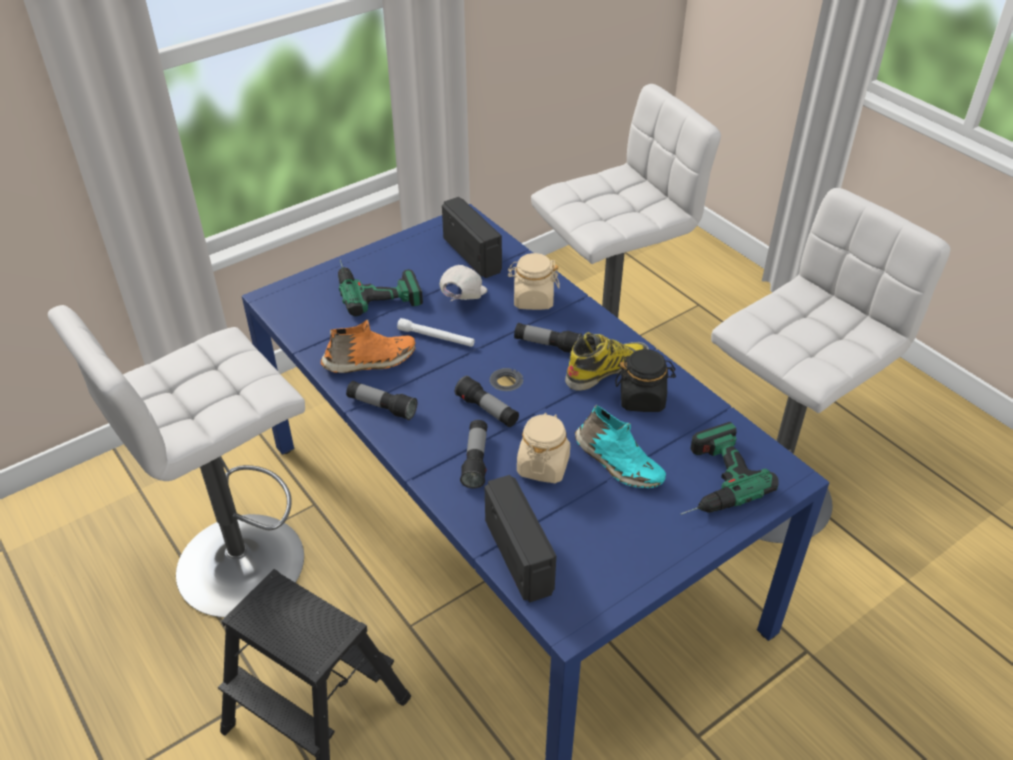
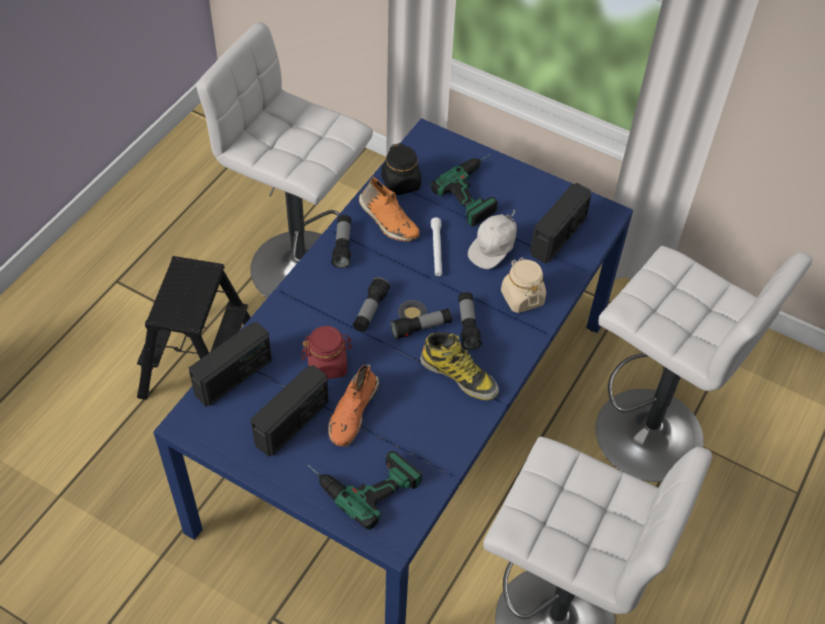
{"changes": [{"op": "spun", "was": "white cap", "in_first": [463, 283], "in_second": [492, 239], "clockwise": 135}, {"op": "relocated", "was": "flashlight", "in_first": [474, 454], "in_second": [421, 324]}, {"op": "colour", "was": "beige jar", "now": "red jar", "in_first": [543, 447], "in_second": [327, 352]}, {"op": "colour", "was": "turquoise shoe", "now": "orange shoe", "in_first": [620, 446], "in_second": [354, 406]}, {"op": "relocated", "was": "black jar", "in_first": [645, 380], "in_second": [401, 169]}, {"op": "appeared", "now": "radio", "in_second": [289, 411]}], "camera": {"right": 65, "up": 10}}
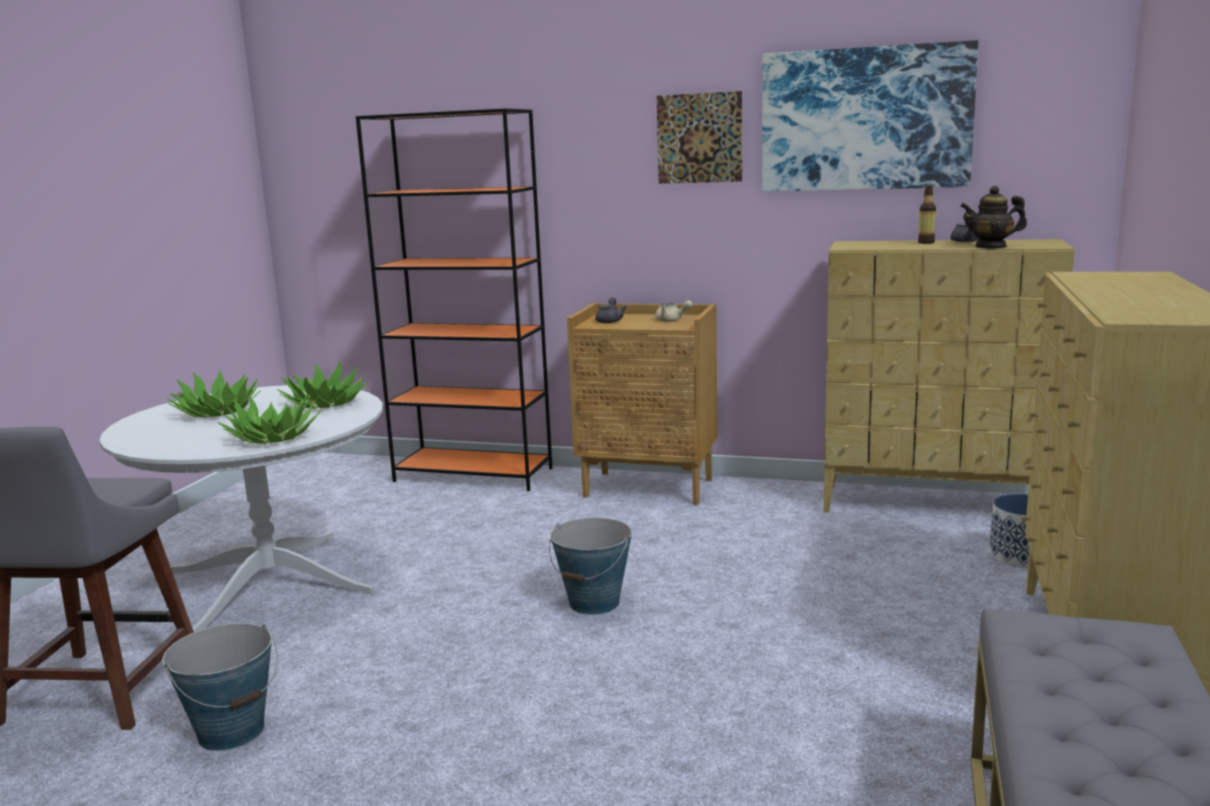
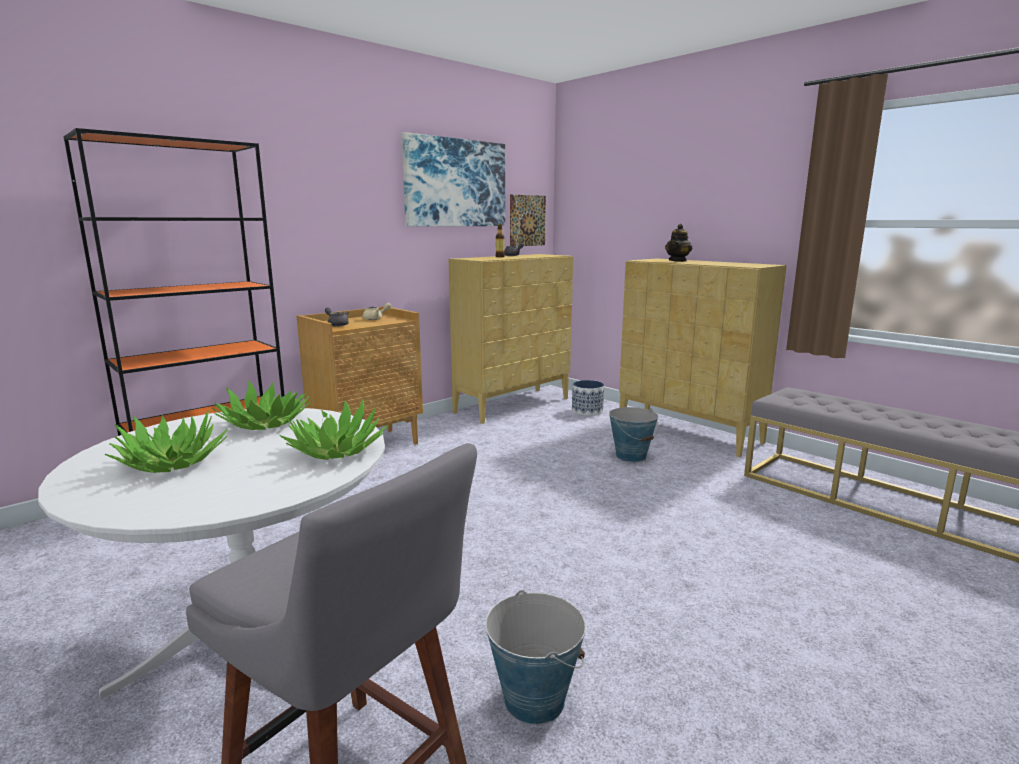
{"changes": [{"op": "relocated", "was": "bucket", "in_first": [590, 566], "in_second": [634, 434]}, {"op": "relocated", "was": "picture", "in_first": [699, 137], "in_second": [528, 220]}, {"op": "relocated", "was": "teapot", "in_first": [993, 217], "in_second": [678, 243]}], "camera": {"right": -60, "up": 0}}
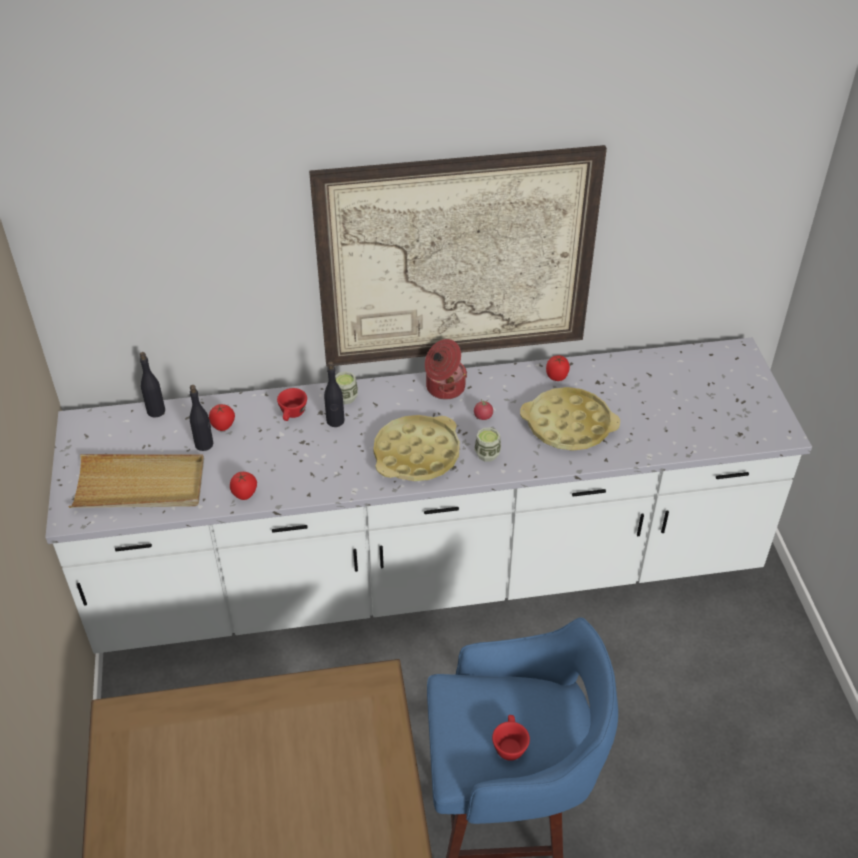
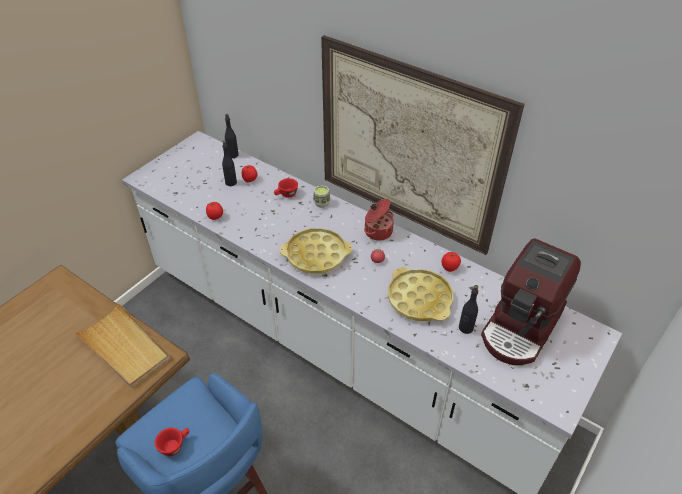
{"changes": [{"op": "relocated", "was": "beige tray", "in_first": [136, 481], "in_second": [122, 344]}, {"op": "relocated", "was": "black bottle", "in_first": [334, 394], "in_second": [468, 309]}, {"op": "missing", "was": "cup", "in_first": [487, 445]}, {"op": "appeared", "now": "coffee machine", "in_second": [531, 301]}], "camera": {"right": 45, "up": 0}}
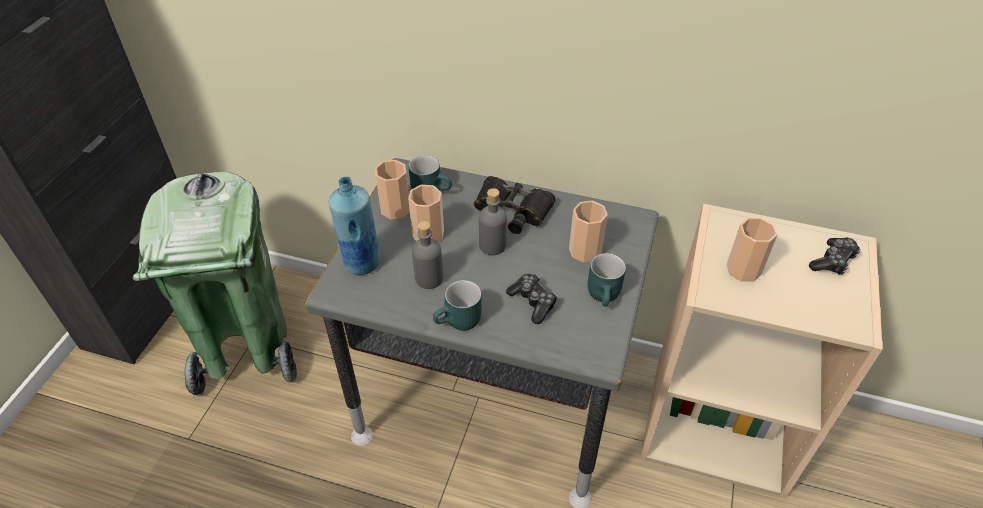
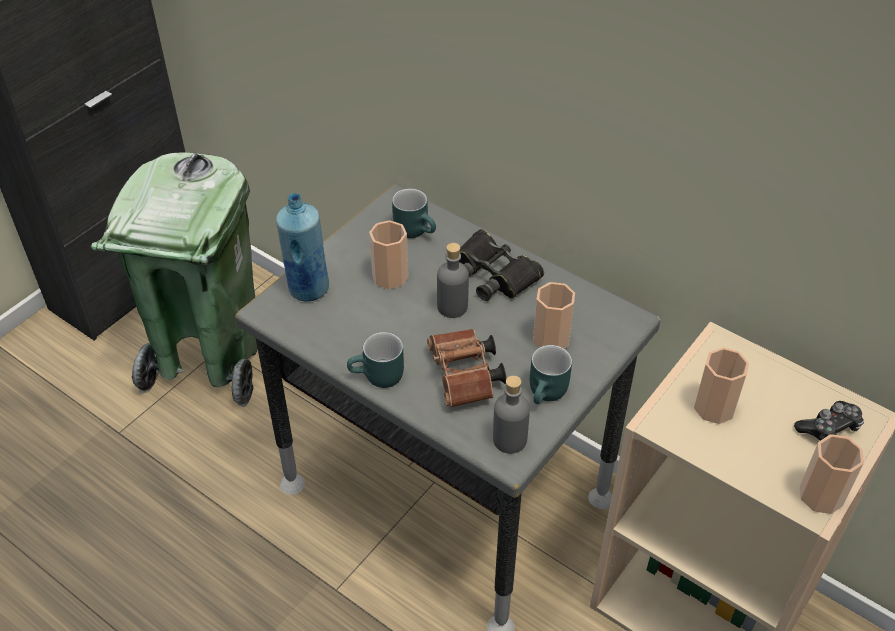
{"changes": [{"op": "relocated", "was": "cup", "in_first": [392, 189], "in_second": [832, 474]}, {"op": "relocated", "was": "grey bottle", "in_first": [427, 255], "in_second": [511, 414]}, {"op": "exchanged", "was": "game controller", "now": "brown binoculars", "in_first": [531, 299], "in_second": [466, 368]}], "camera": {"right": 20, "up": 0}}
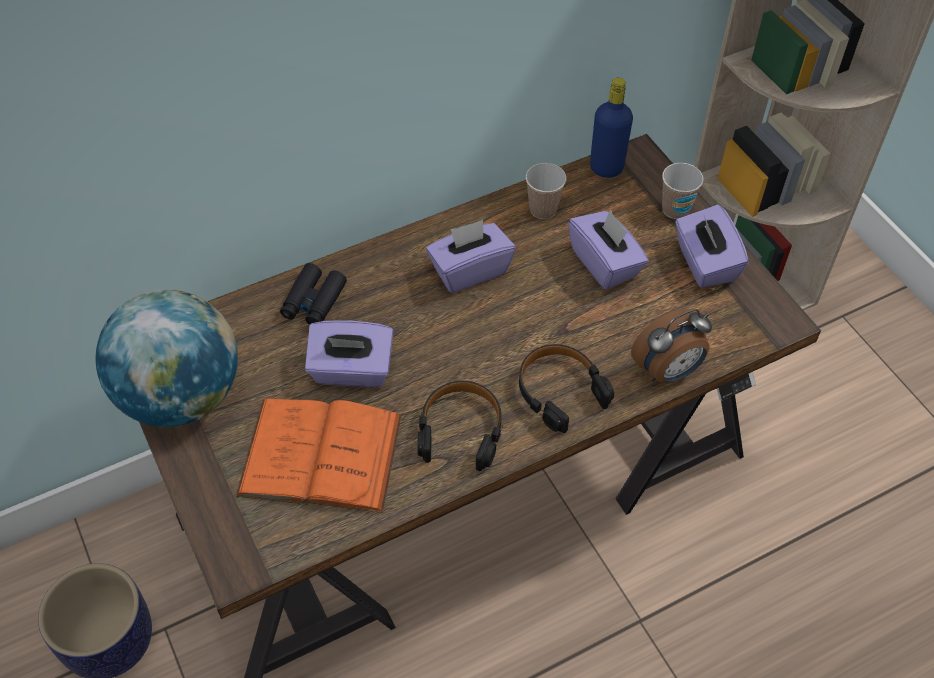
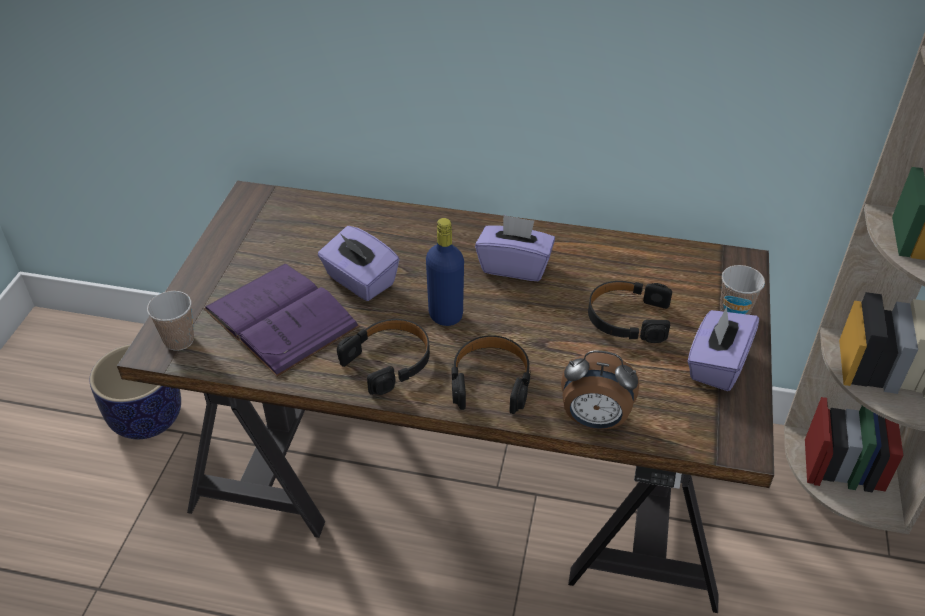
{"changes": [{"op": "missing", "was": "globe", "in_first": [166, 358]}, {"op": "colour", "was": "orange book", "now": "purple book", "in_first": [319, 455], "in_second": [281, 320]}, {"op": "missing", "was": "black binoculars", "in_first": [313, 294]}, {"op": "relocated", "was": "cup", "in_first": [546, 191], "in_second": [170, 321]}, {"op": "exchanged", "was": "purple tissue box", "now": "black headphones", "in_first": [608, 249], "in_second": [630, 312]}, {"op": "relocated", "was": "blue bottle", "in_first": [611, 128], "in_second": [445, 272]}], "camera": {"right": 40, "up": -10}}
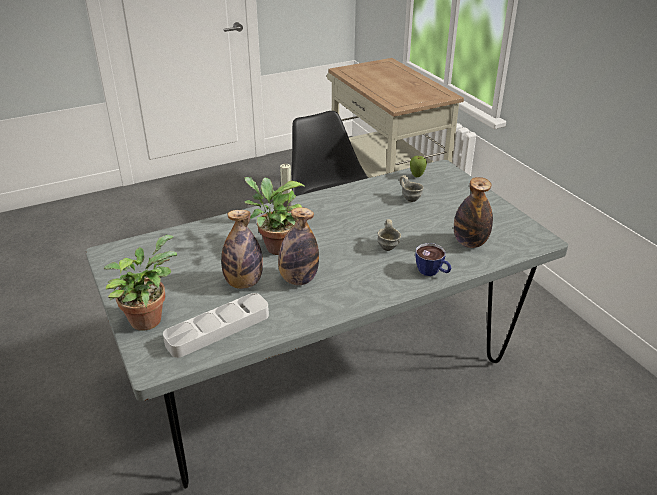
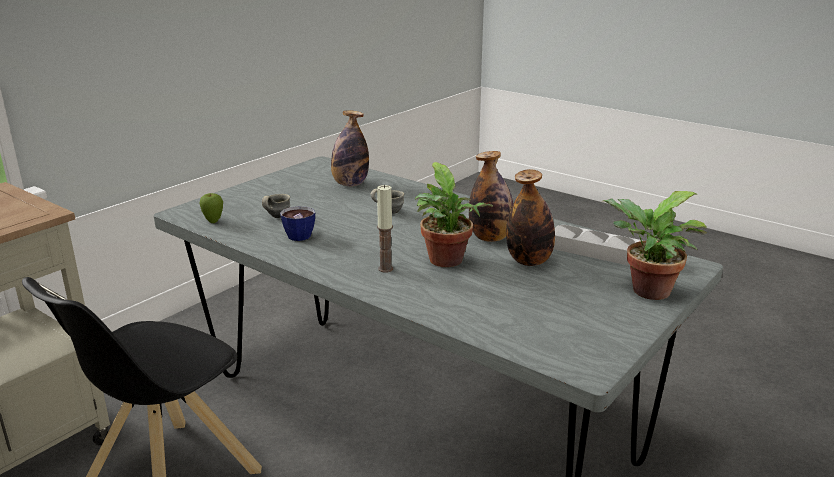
{"changes": [{"op": "relocated", "was": "cup", "in_first": [433, 259], "in_second": [297, 223]}], "camera": {"right": -115, "up": -10}}
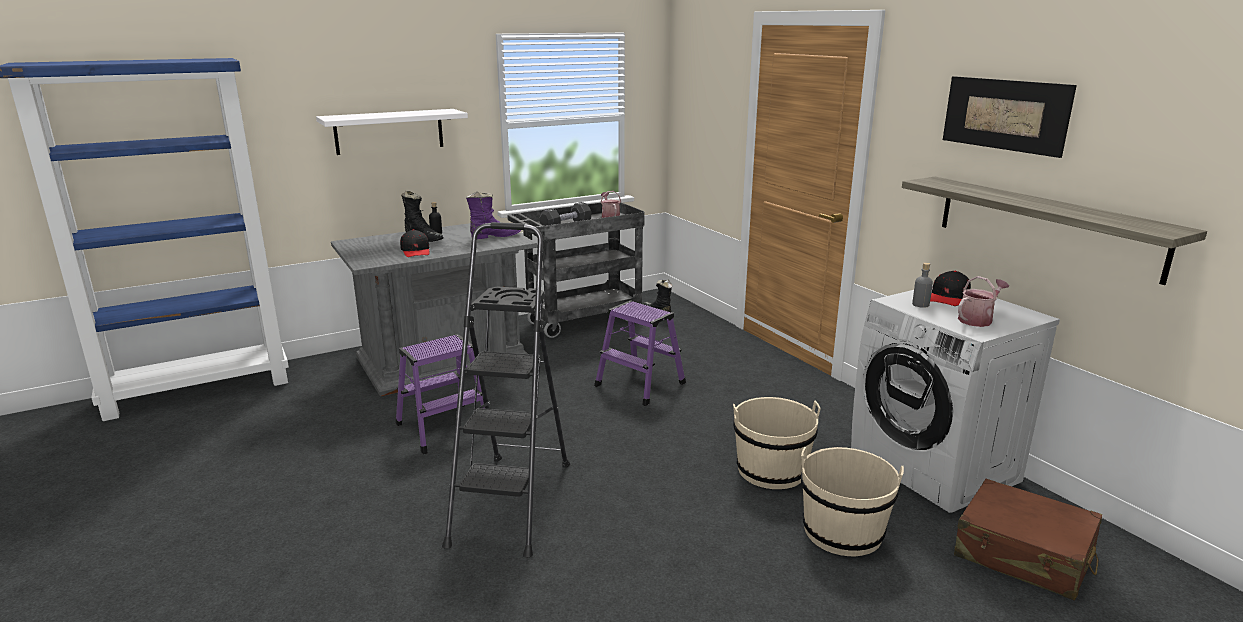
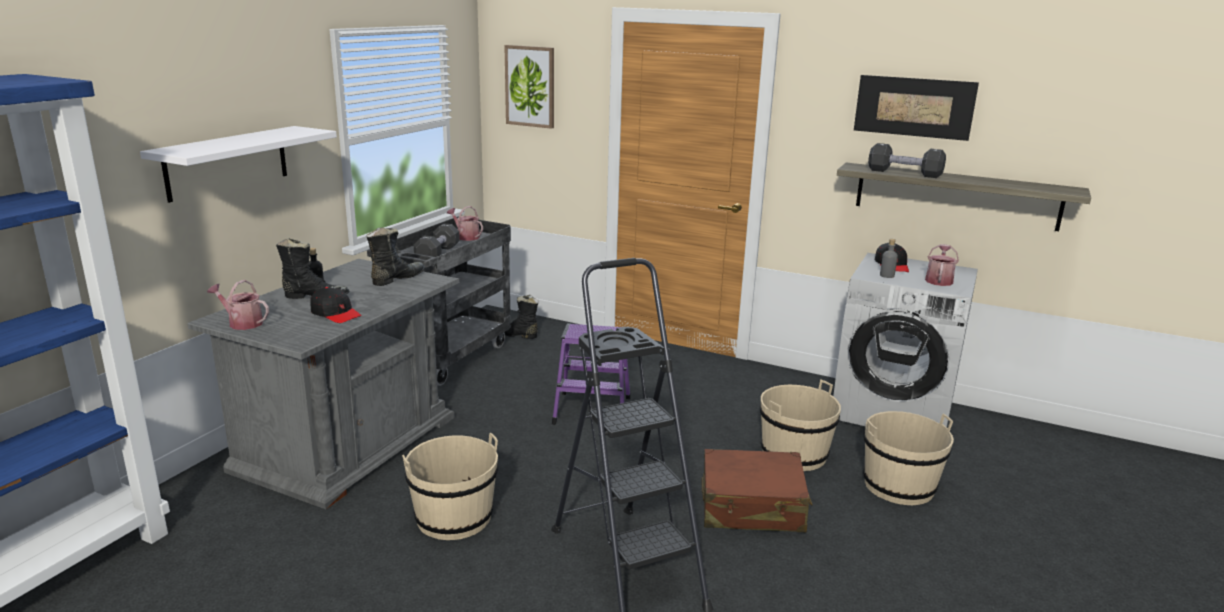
{"changes": [{"op": "exchanged", "was": "purple step ladder", "now": "beige bucket", "in_first": [440, 394], "in_second": [450, 486]}, {"op": "colour", "was": "purple boot", "now": "black boot", "in_first": [493, 215], "in_second": [395, 256]}, {"op": "relocated", "was": "brown suitcase", "in_first": [1028, 540], "in_second": [757, 490]}, {"op": "appeared", "now": "watering can", "in_second": [238, 305]}, {"op": "appeared", "now": "picture", "in_second": [529, 87]}, {"op": "appeared", "now": "black dumbbell", "in_second": [907, 160]}], "camera": {"right": -35, "up": 0}}
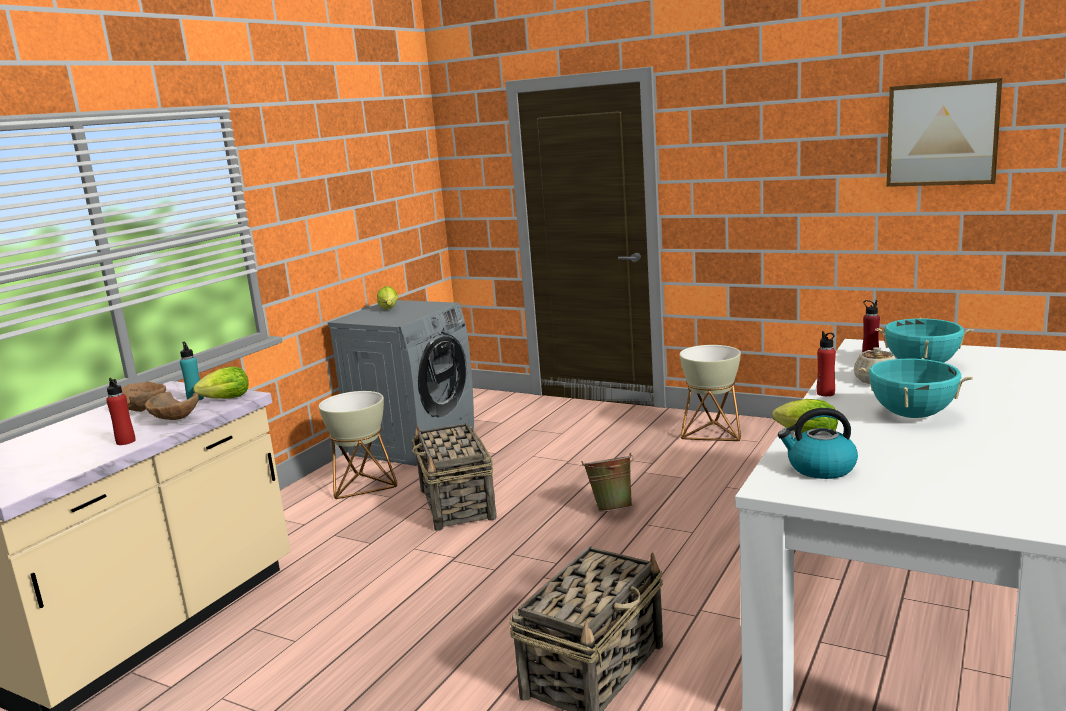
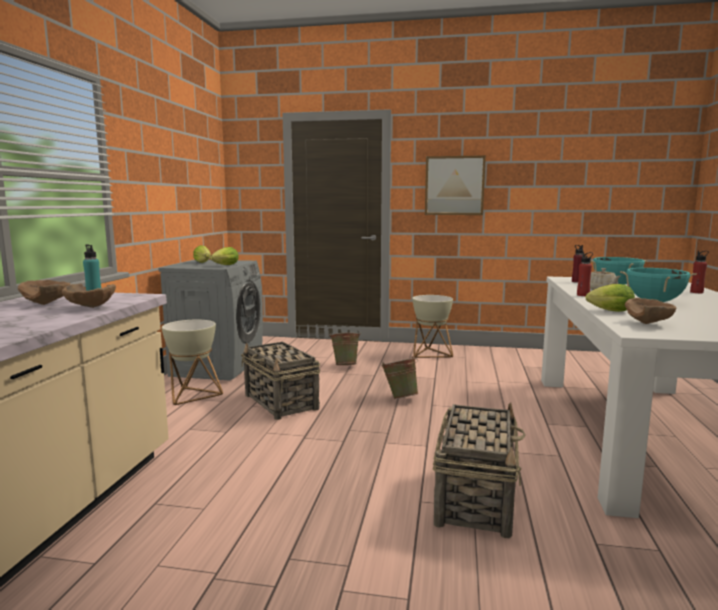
{"changes": [{"op": "relocated", "was": "red bottle", "in_first": [121, 411], "in_second": [699, 272]}, {"op": "relocated", "was": "lettuce", "in_first": [220, 382], "in_second": [224, 256]}, {"op": "exchanged", "was": "kettle", "now": "brown bowl", "in_first": [818, 443], "in_second": [650, 311]}, {"op": "relocated", "was": "picture", "in_first": [944, 132], "in_second": [455, 185]}, {"op": "appeared", "now": "green bucket", "in_second": [345, 349]}], "camera": {"right": -20, "up": -5}}
